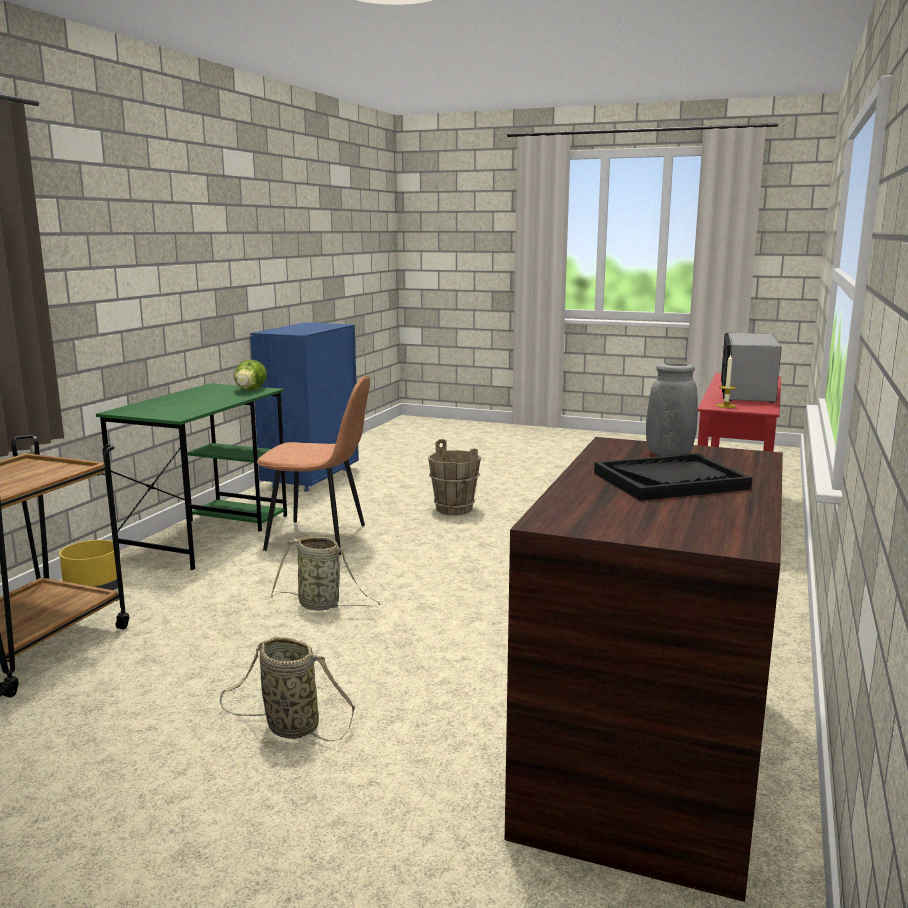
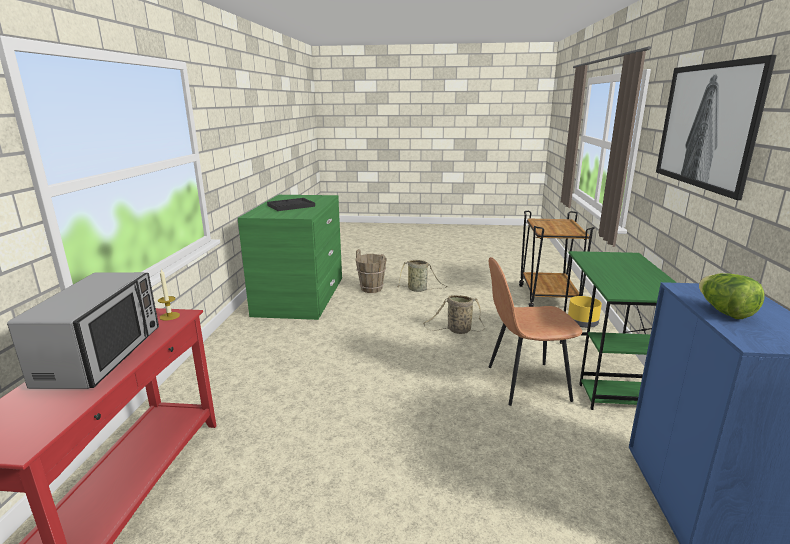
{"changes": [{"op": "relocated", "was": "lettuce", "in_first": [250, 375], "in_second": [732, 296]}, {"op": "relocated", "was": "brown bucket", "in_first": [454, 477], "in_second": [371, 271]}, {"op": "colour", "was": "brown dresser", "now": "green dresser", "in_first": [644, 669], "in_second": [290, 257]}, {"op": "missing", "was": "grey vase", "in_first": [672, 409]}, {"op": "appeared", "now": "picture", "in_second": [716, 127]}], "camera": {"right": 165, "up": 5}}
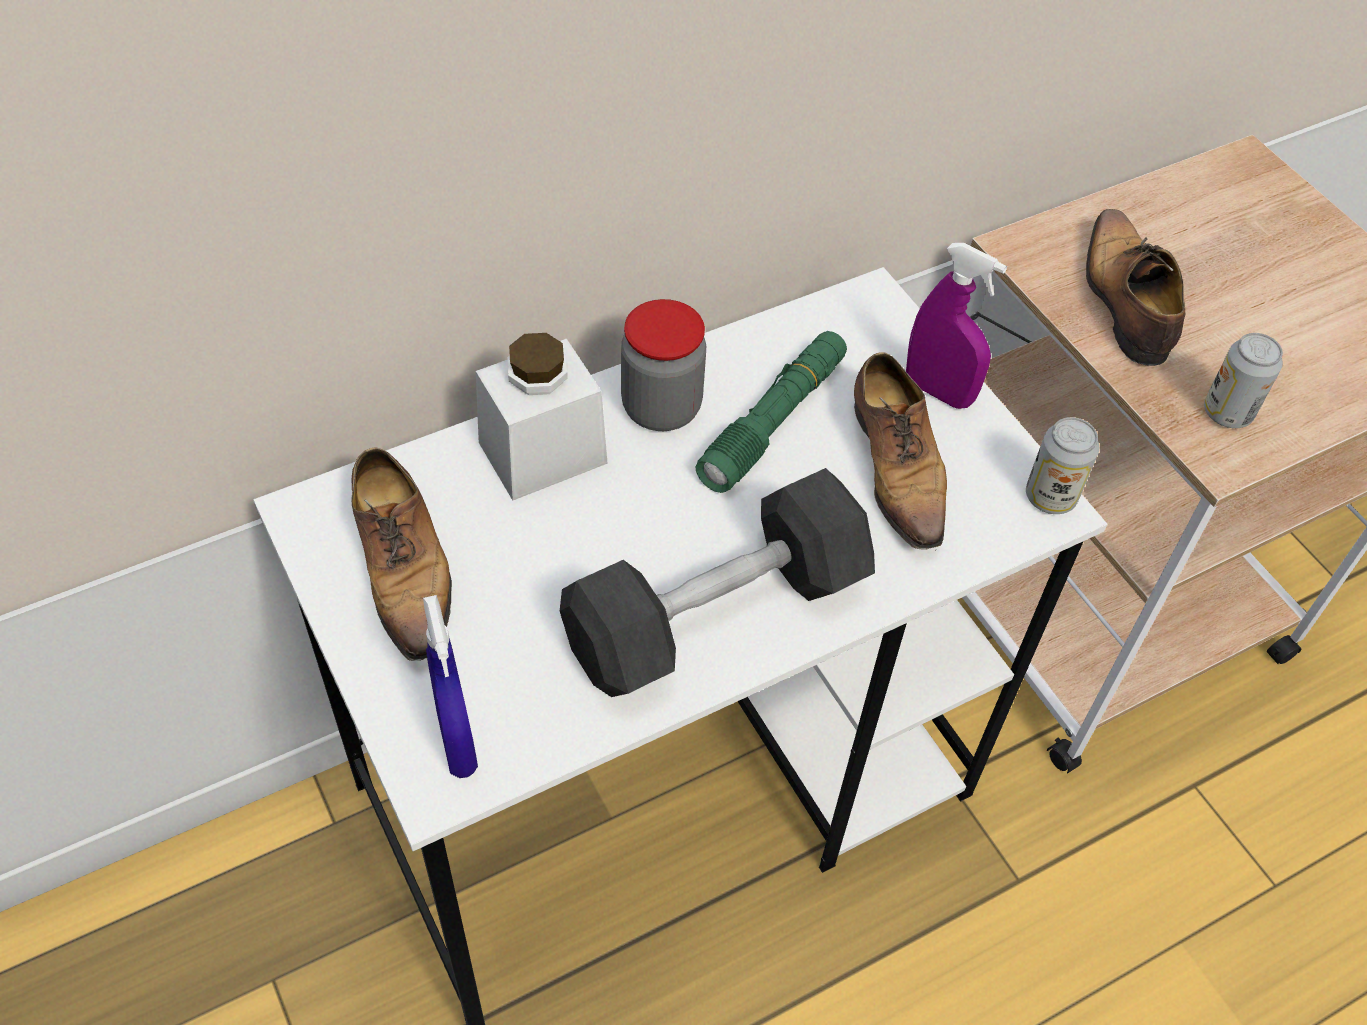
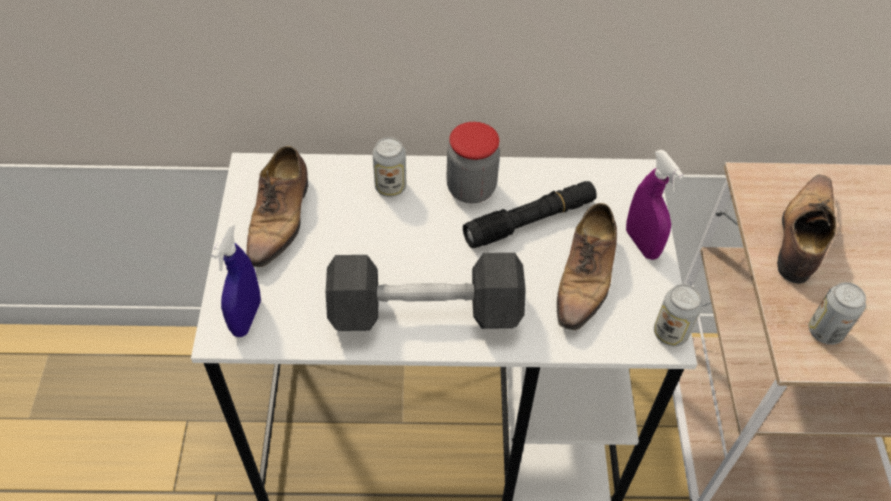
{"changes": [{"op": "exchanged", "was": "white jar", "now": "can", "in_first": [542, 416], "in_second": [389, 167]}, {"op": "colour", "was": "green flashlight", "now": "black flashlight", "in_first": [771, 412], "in_second": [530, 214]}], "camera": {"right": 30, "up": 0}}
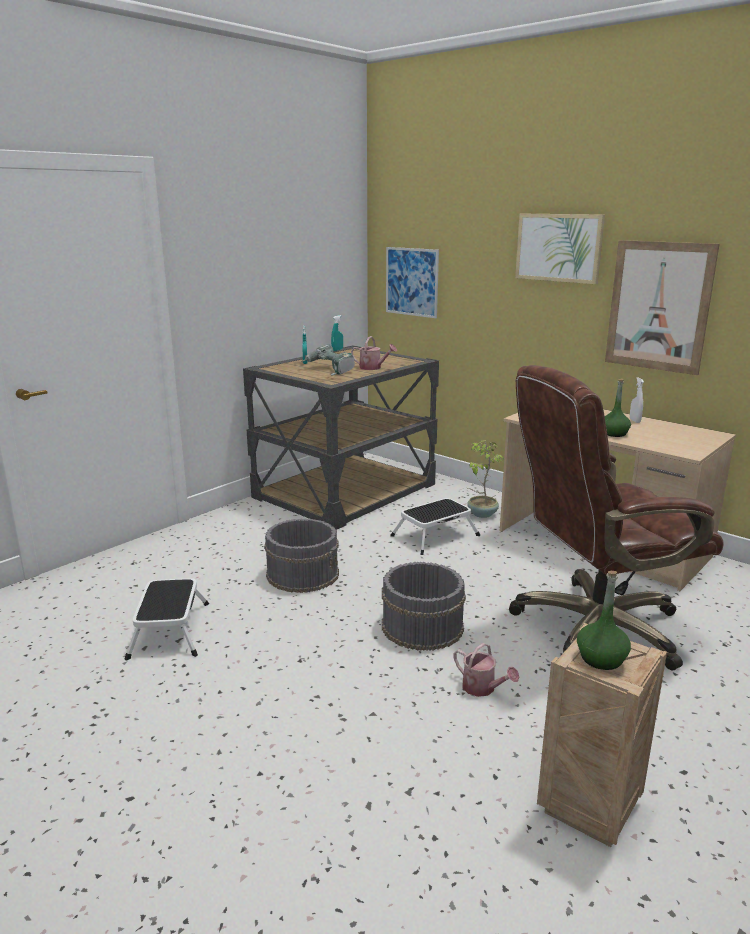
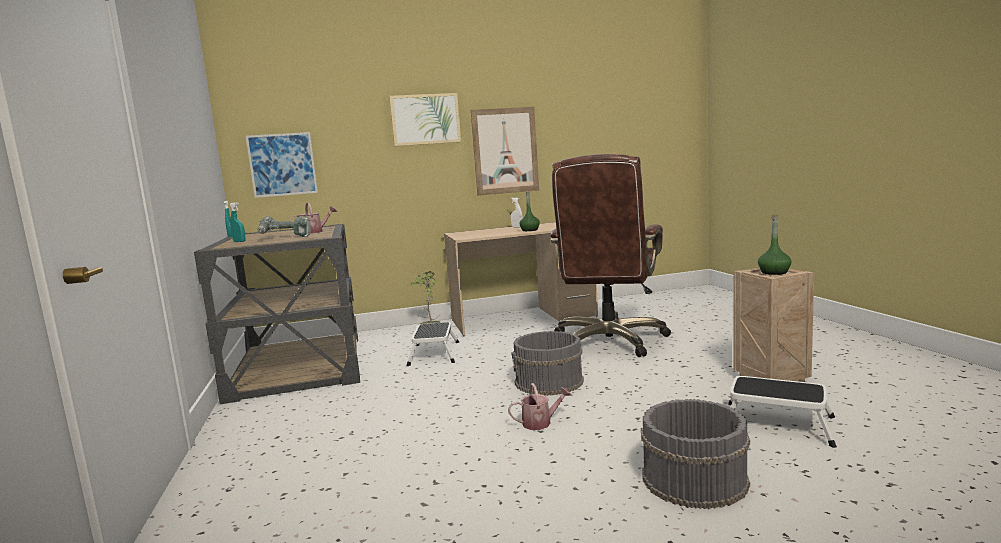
{"changes": [{"op": "relocated", "was": "black step ladder", "in_first": [167, 619], "in_second": [782, 412]}, {"op": "relocated", "was": "grey bucket", "in_first": [301, 556], "in_second": [695, 454]}, {"op": "relocated", "was": "watering can", "in_first": [486, 670], "in_second": [540, 406]}], "camera": {"right": -55, "up": -10}}
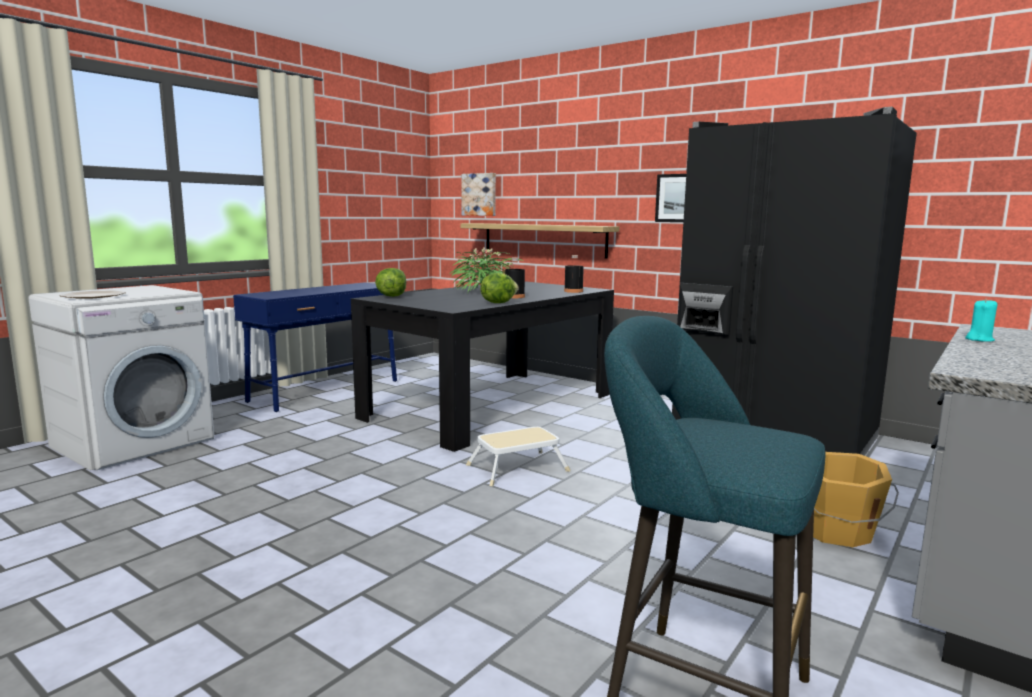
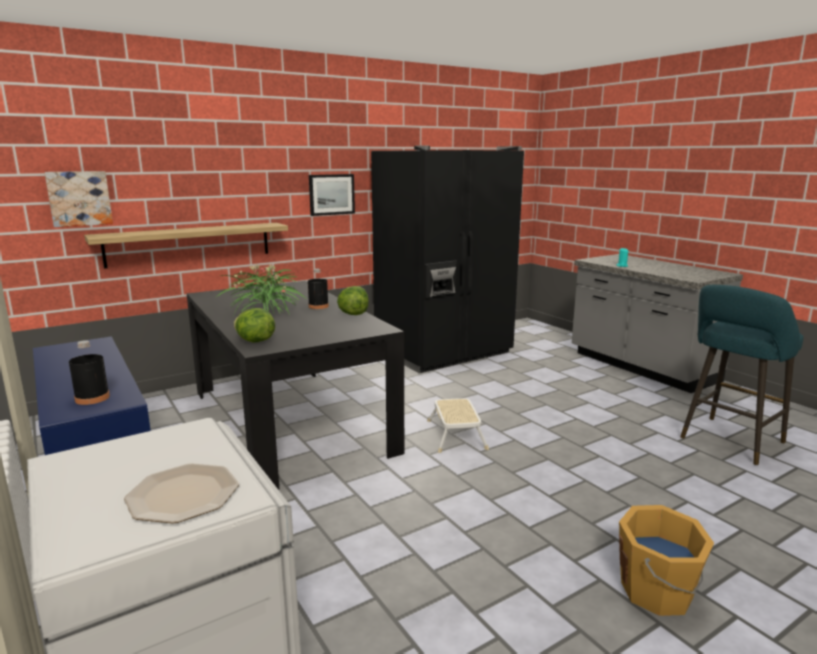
{"changes": [{"op": "relocated", "was": "black bottle", "in_first": [574, 274], "in_second": [89, 372]}, {"op": "relocated", "was": "orange bucket", "in_first": [856, 499], "in_second": [666, 560]}], "camera": {"right": -70, "up": 5}}
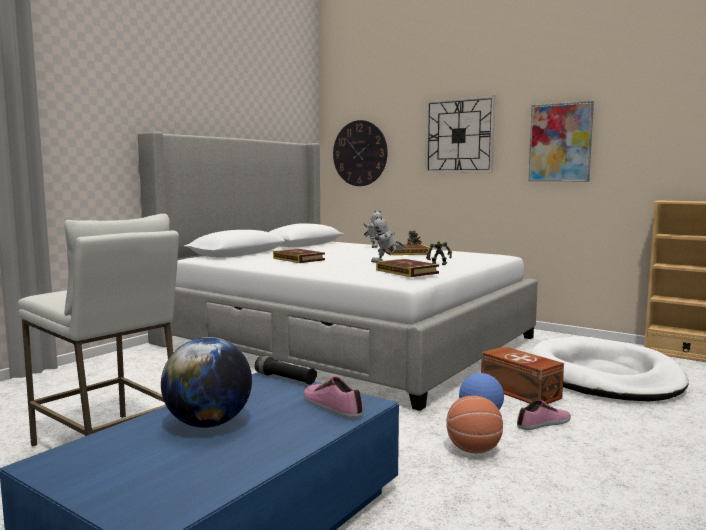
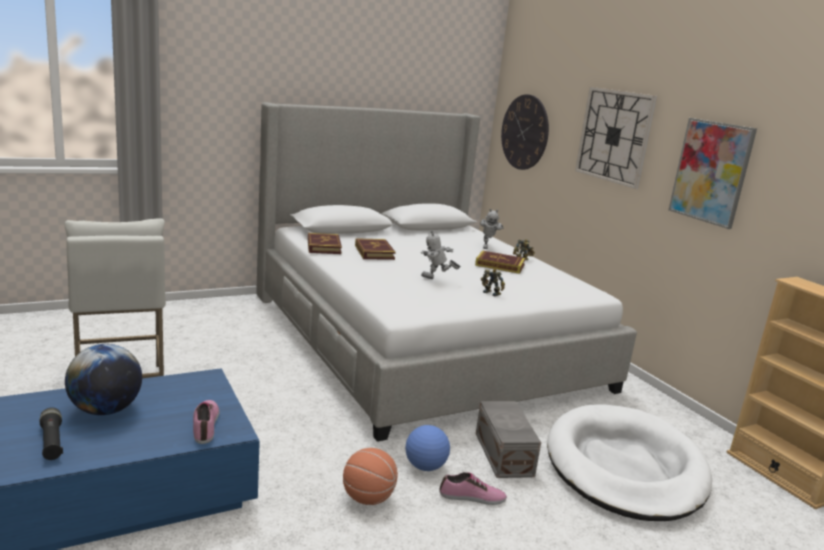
{"changes": [{"op": "relocated", "was": "black flashlight", "in_first": [286, 370], "in_second": [51, 433]}, {"op": "relocated", "was": "book", "in_first": [407, 268], "in_second": [325, 243]}, {"op": "colour", "was": "brown storage box", "now": "grey storage box", "in_first": [522, 375], "in_second": [508, 439]}], "camera": {"right": 25, "up": 10}}
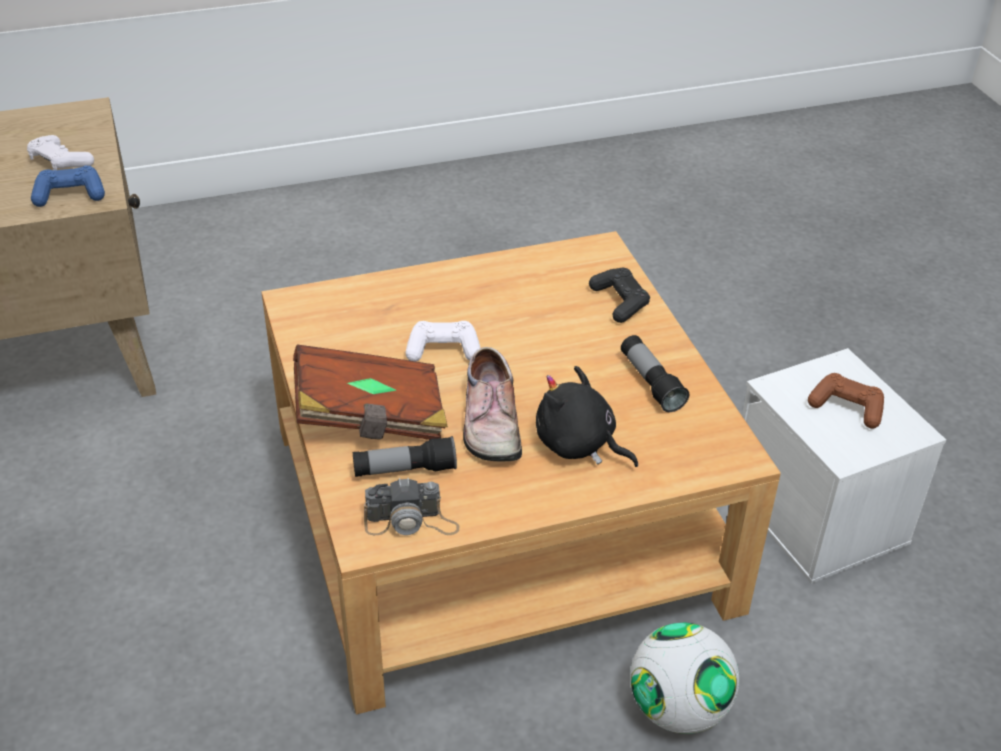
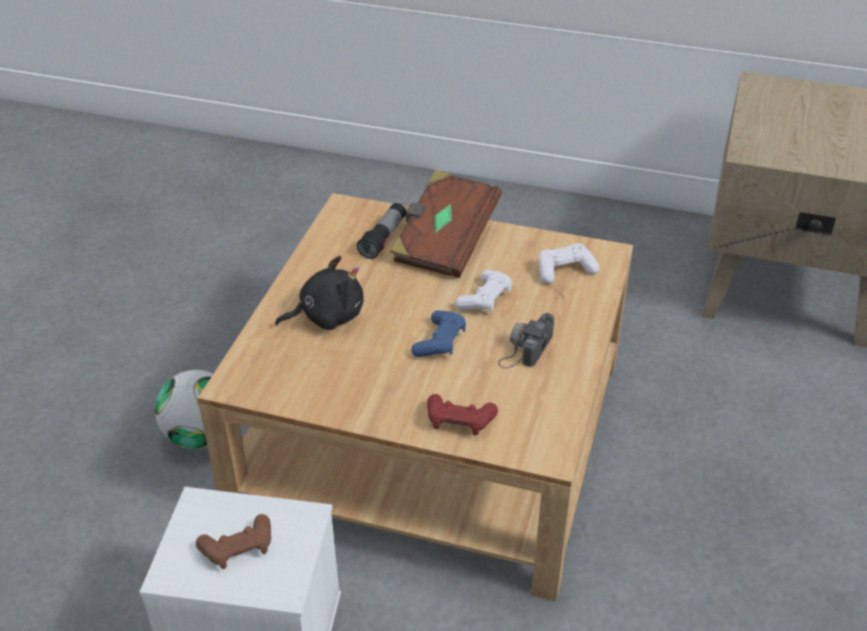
{"changes": [{"op": "relocated", "was": "white game controller", "in_first": [60, 152], "in_second": [569, 263]}, {"op": "relocated", "was": "blue game controller", "in_first": [68, 186], "in_second": [438, 333]}, {"op": "relocated", "was": "photo camera", "in_first": [411, 506], "in_second": [526, 341]}, {"op": "missing", "was": "shoe", "in_first": [492, 404]}, {"op": "colour", "was": "black game controller", "now": "red game controller", "in_first": [619, 295], "in_second": [462, 415]}, {"op": "missing", "was": "flashlight", "in_first": [655, 373]}], "camera": {"right": 125, "up": 0}}
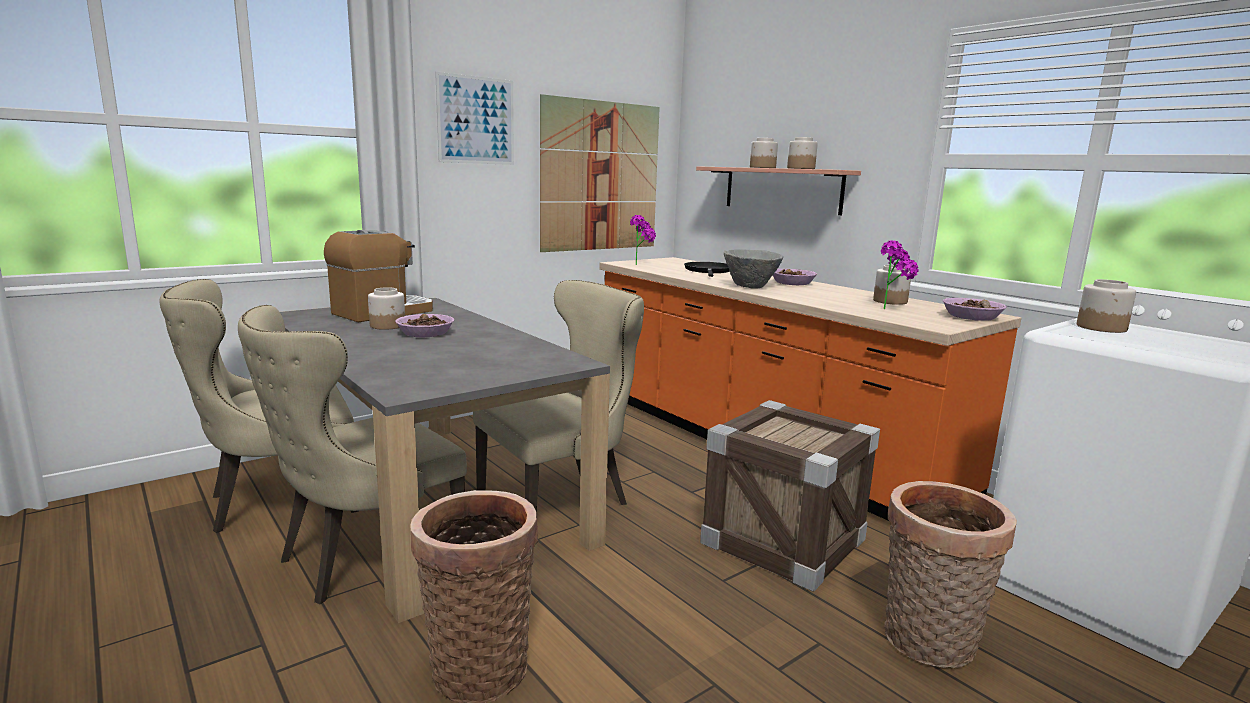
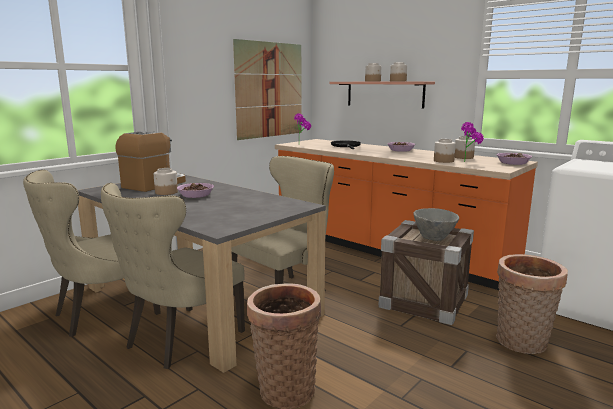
{"changes": [{"op": "missing", "was": "picture", "in_first": [474, 118]}, {"op": "relocated", "was": "grey bowl", "in_first": [753, 269], "in_second": [436, 224]}, {"op": "relocated", "was": "jar", "in_first": [1106, 306], "in_second": [445, 151]}], "camera": {"right": -10, "up": 0}}
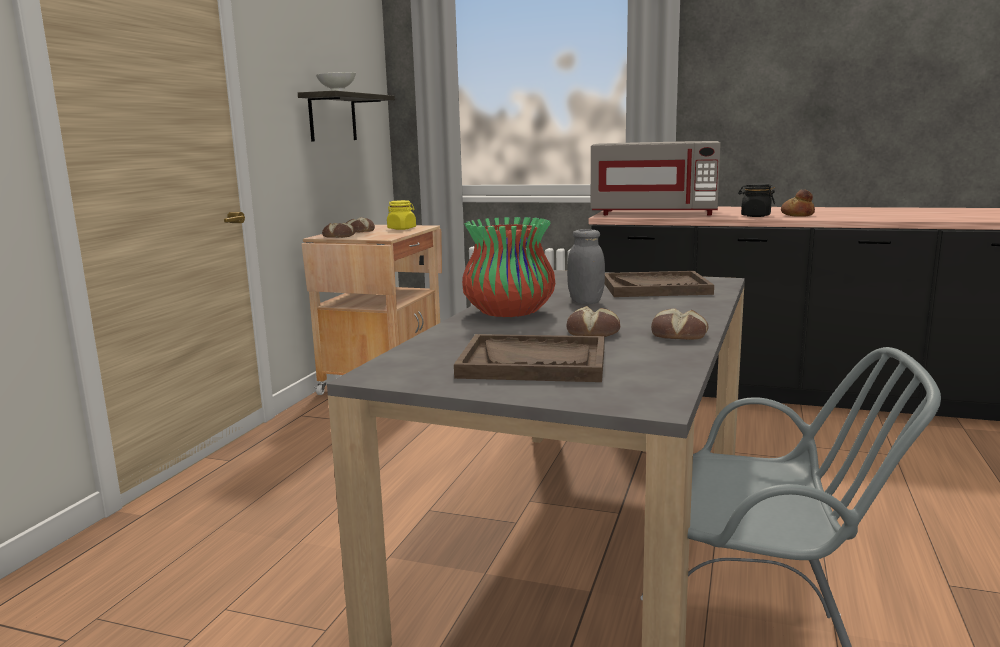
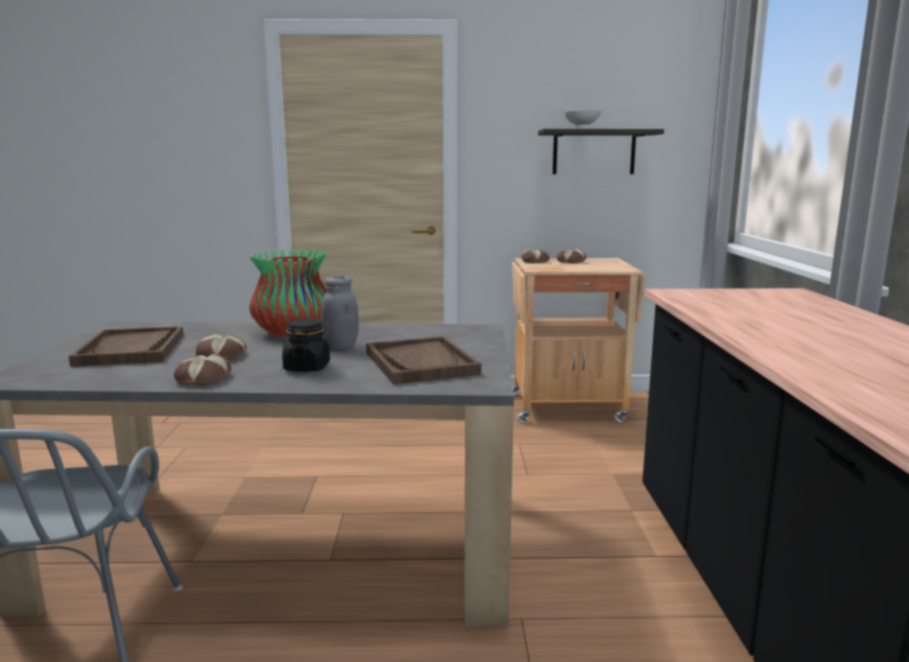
{"changes": [{"op": "missing", "was": "yellow jar", "in_first": [401, 215]}, {"op": "missing", "was": "grey microwave", "in_first": [656, 178]}, {"op": "relocated", "was": "black jar", "in_first": [756, 200], "in_second": [306, 345]}, {"op": "missing", "was": "bread", "in_first": [798, 203]}], "camera": {"right": 70, "up": 0}}
